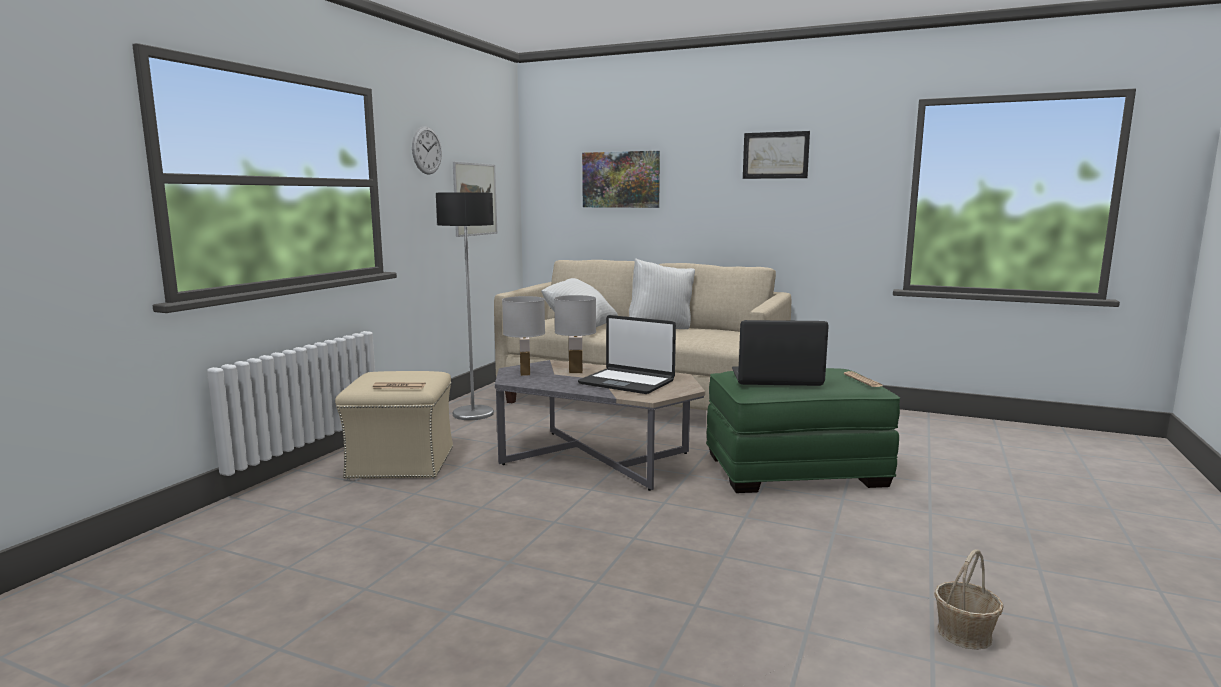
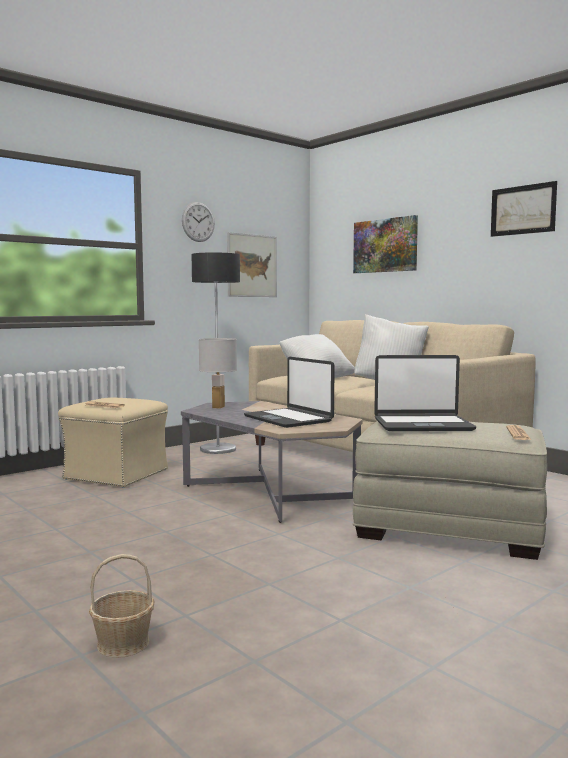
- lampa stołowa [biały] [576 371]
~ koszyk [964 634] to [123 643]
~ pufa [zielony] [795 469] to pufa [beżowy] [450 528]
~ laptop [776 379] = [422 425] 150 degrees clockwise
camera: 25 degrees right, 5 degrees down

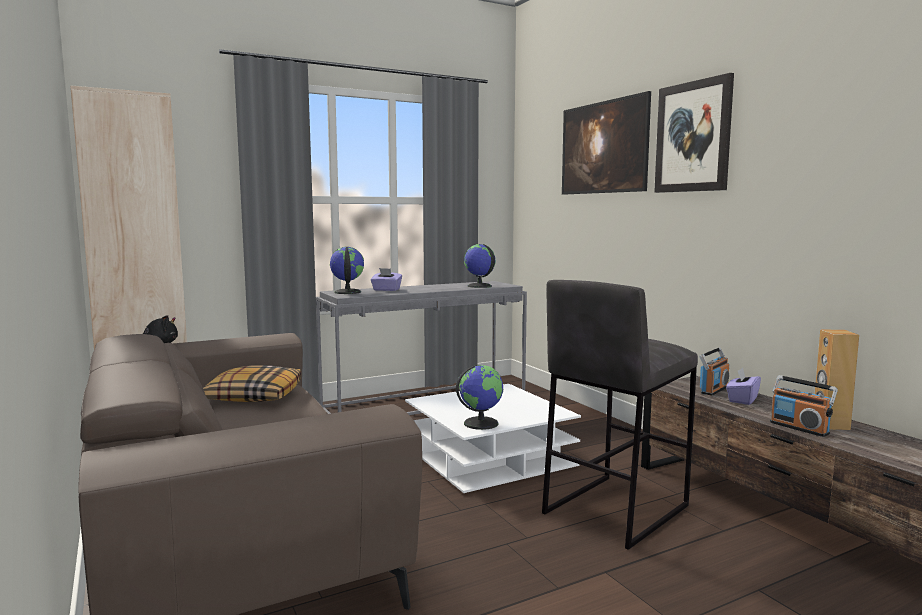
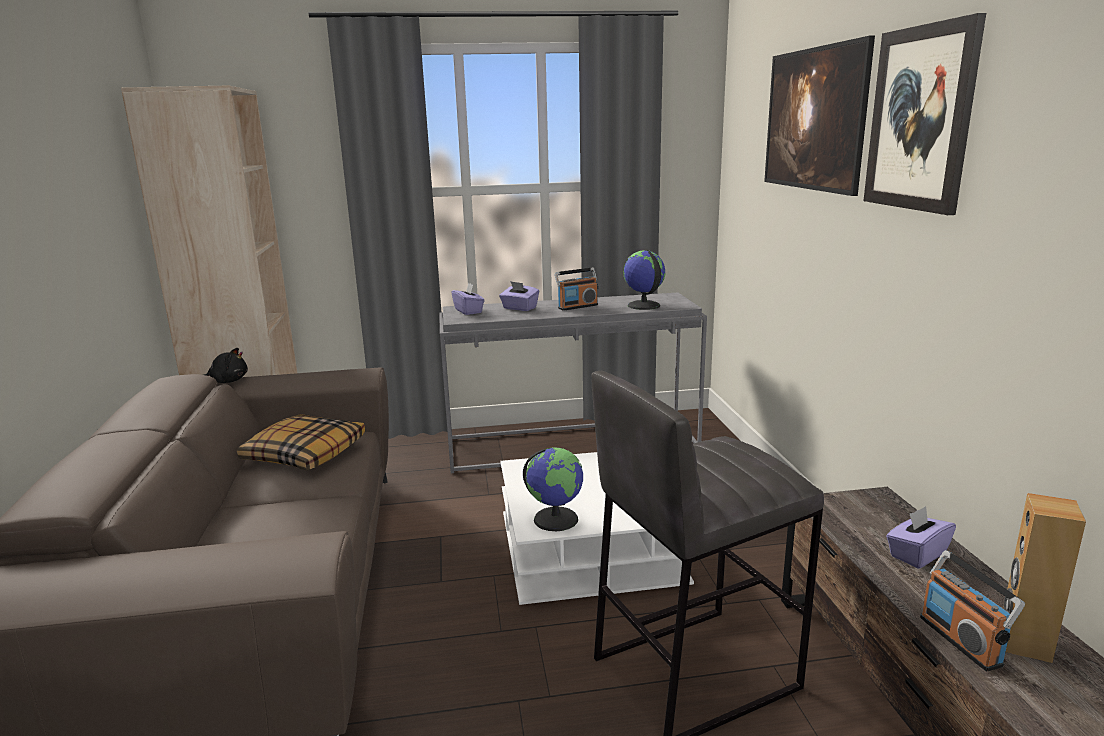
~ radio [713 390] to [577 306]
~ globus [347 292] to pudełko chusteczek [fioletowy] [469 311]
camera: 20 degrees right, 10 degrees up

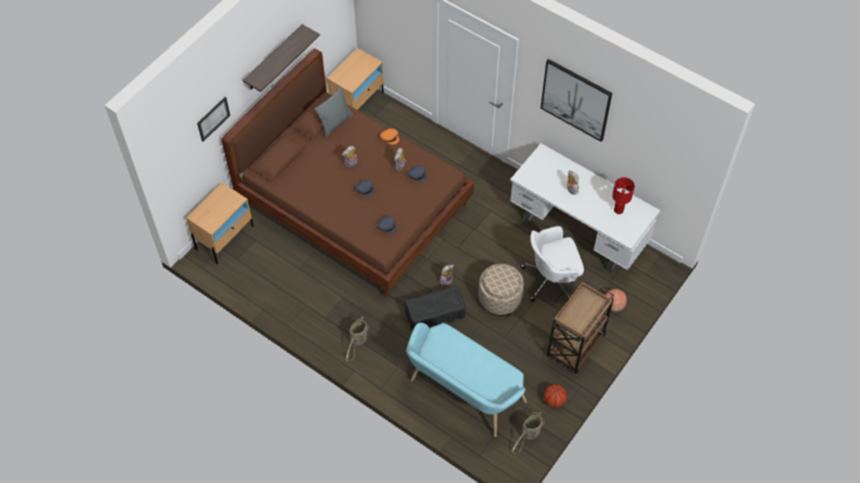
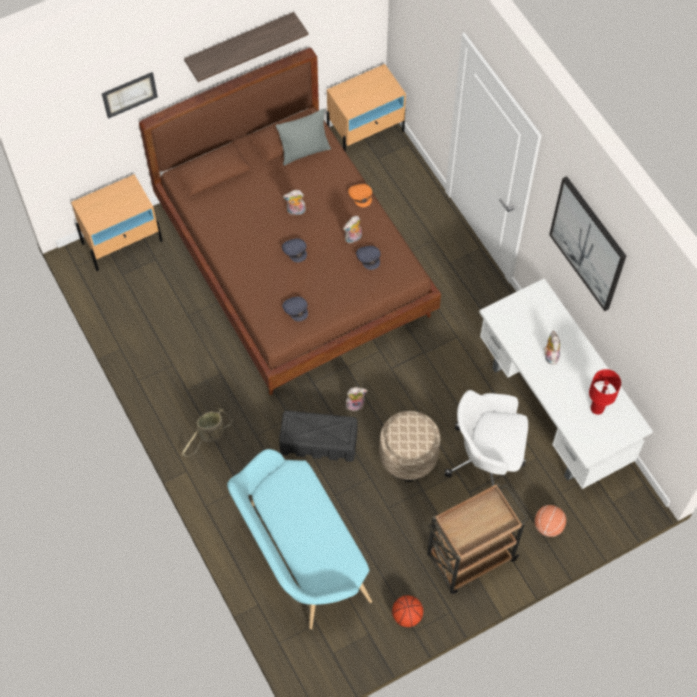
- koszyk [529 434]
camera: 25 degrees right, 5 degrees up

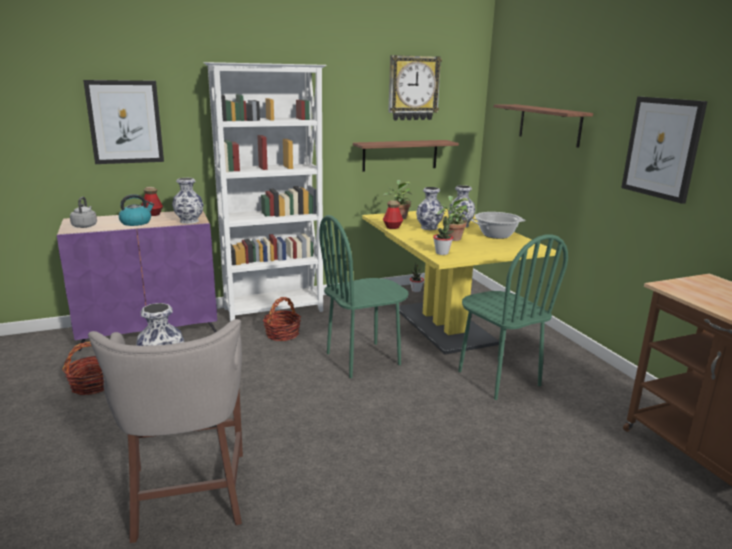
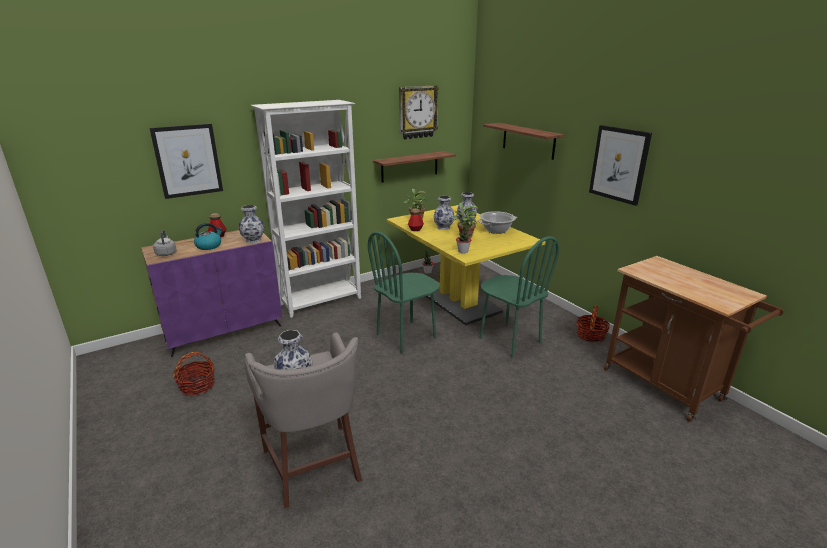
~ koszyk [282 334] to [590 335]
camera: 10 degrees left, 5 degrees up

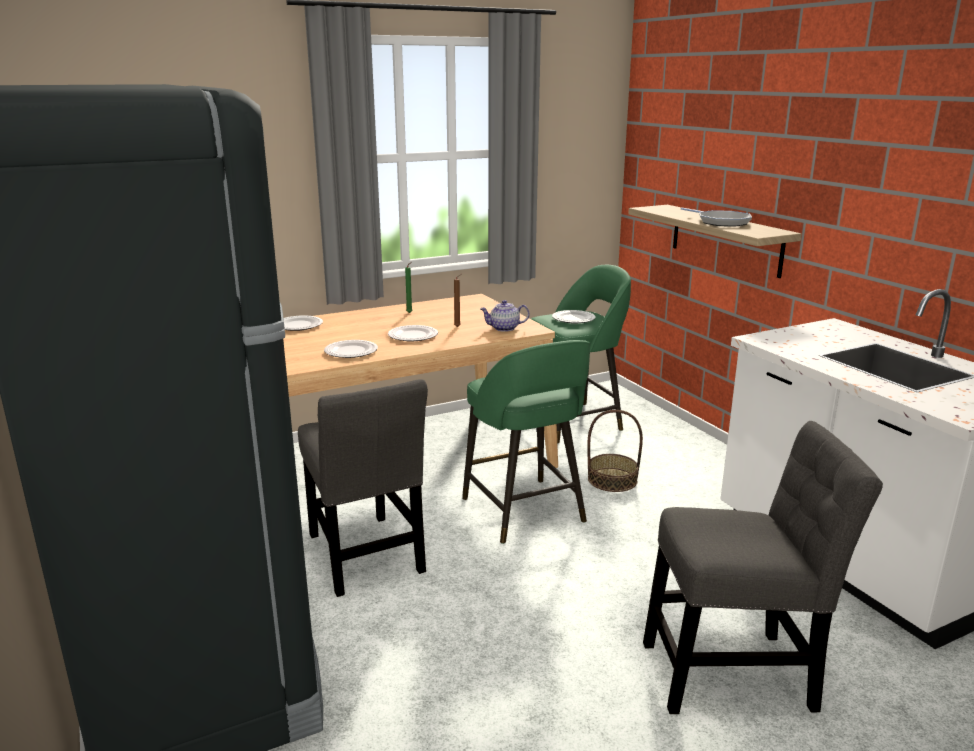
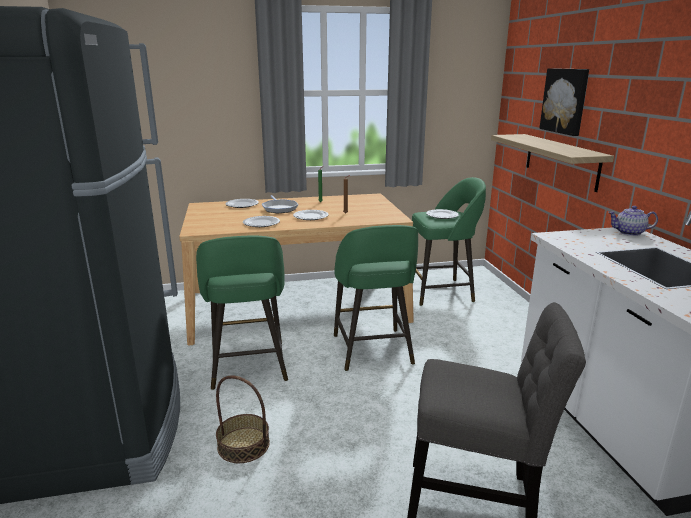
+ obraz [565 101]
~ imbryk [504 328] to [629 233]
~ koszyk [612 480] to [243 444]
~ patelnia [721 222] to [279 208]
~ krzesło [szary] [366 557] to stołek [zielony] [248 366]
camera: 15 degrees right, 0 degrees up

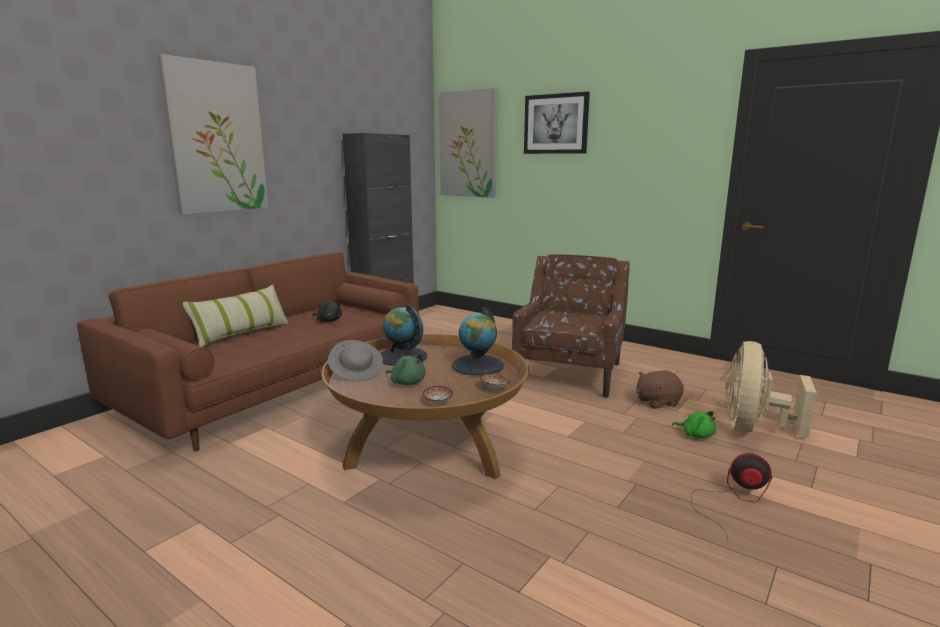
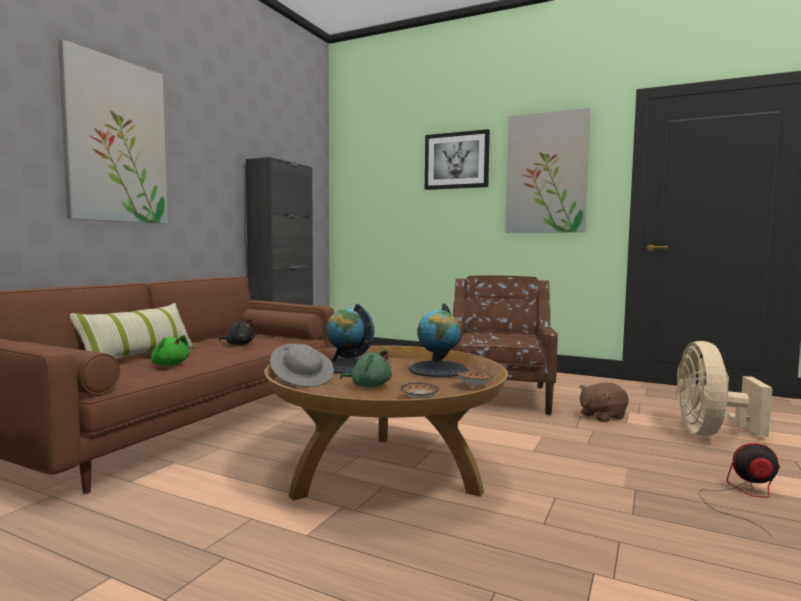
~ obraz [468 144] to [546 173]
~ pluszak [zielony] [696 435] to [169 365]
camera: 10 degrees left, 10 degrees down

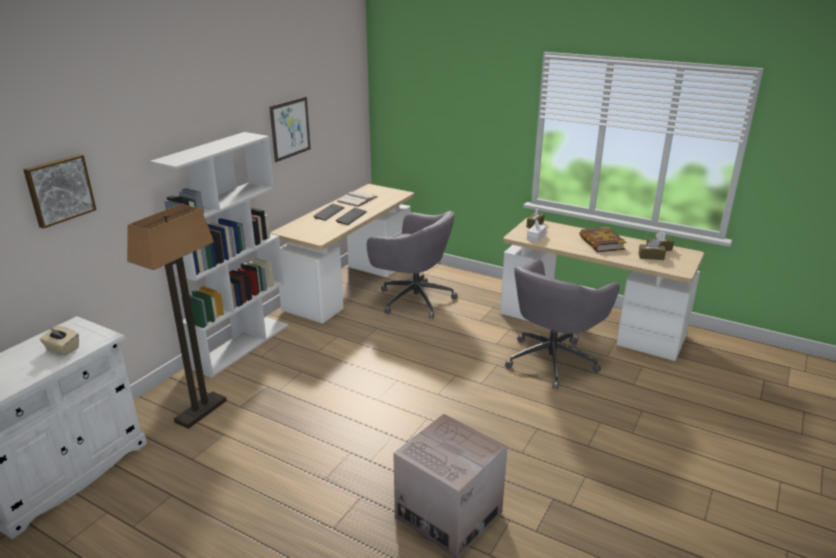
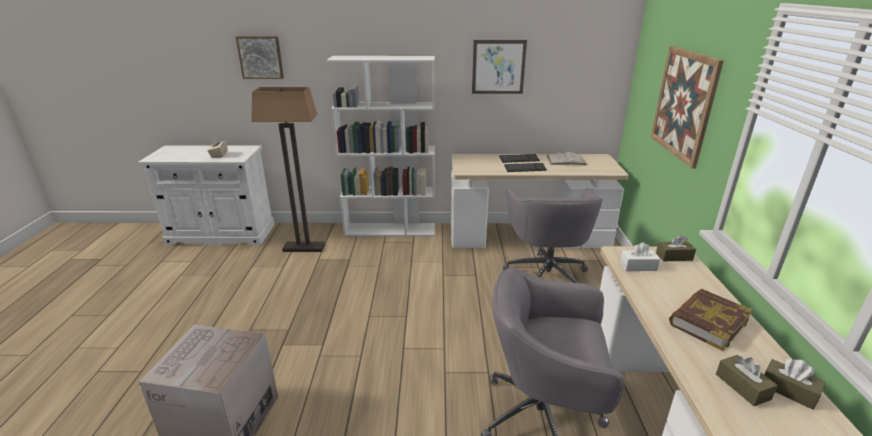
+ obraz [684 104]
camera: 60 degrees right, 0 degrees up

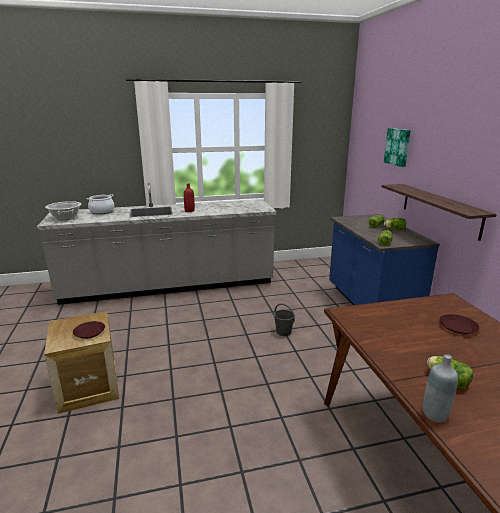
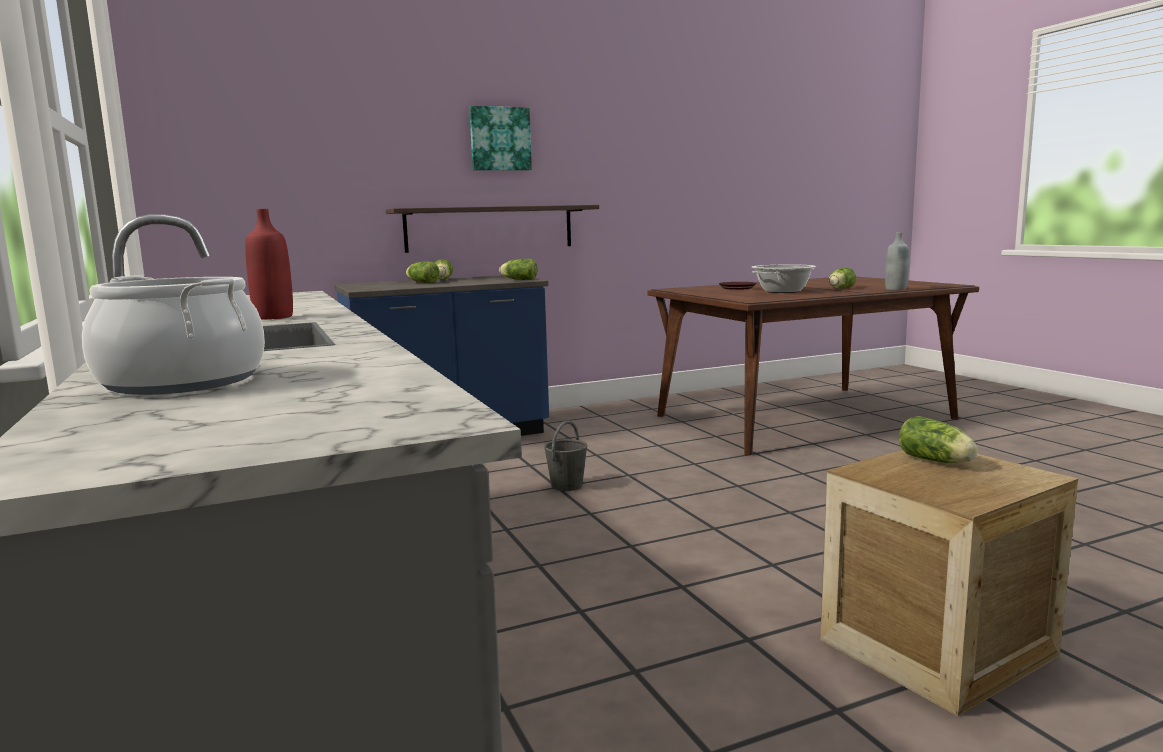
~ garnek [65 218] to [782 291]
~ obraz [398 147] to [500 139]
~ talerz [brązowy] [89 332] to sałata [937 461]
camera: 100 degrees left, 10 degrees down

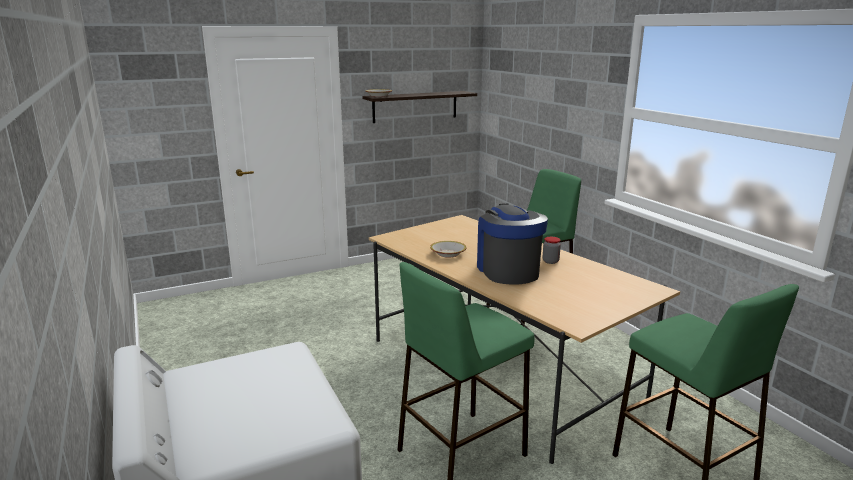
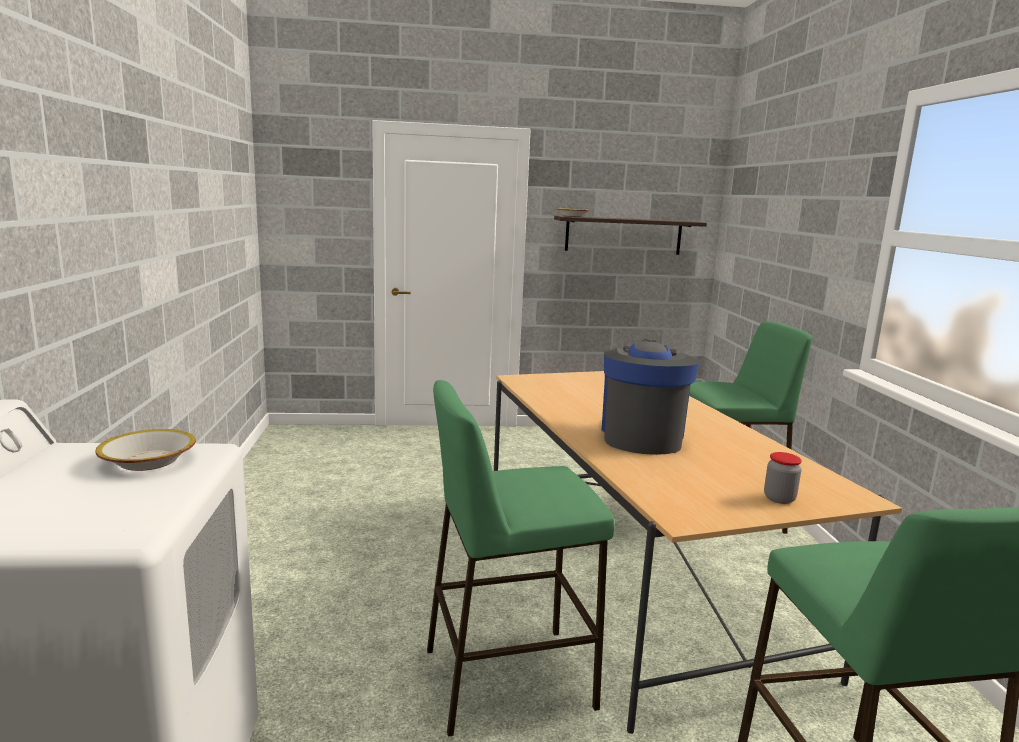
~ miska [448 254] to [149 461]
~ słoik [550 261] to [779 498]
camera: 20 degrees right, 5 degrees down

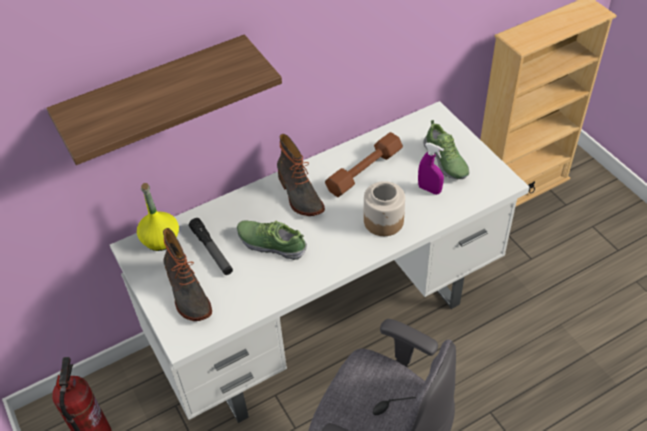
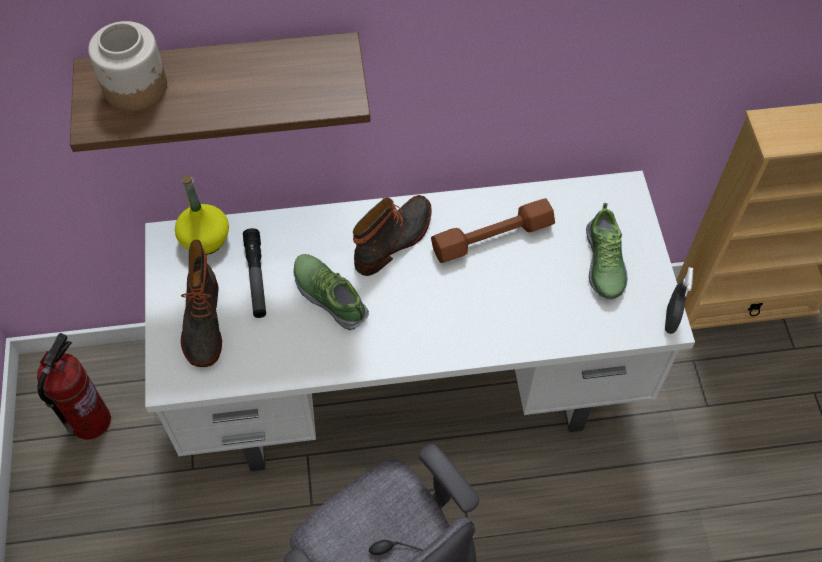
- spryskiwacz [fioletowy] [429 189]
+ spryskiwacz [szary] [670 320]
~ słoik [384 221] to [136 87]
~ but z cholewką [299 194] = [394 240] 135 degrees counterclockwise
camera: 20 degrees right, 10 degrees up

